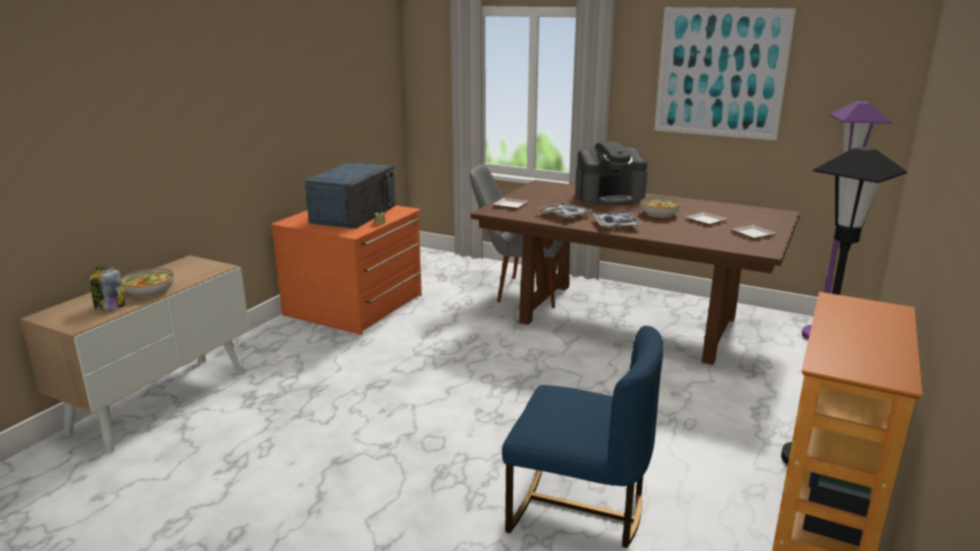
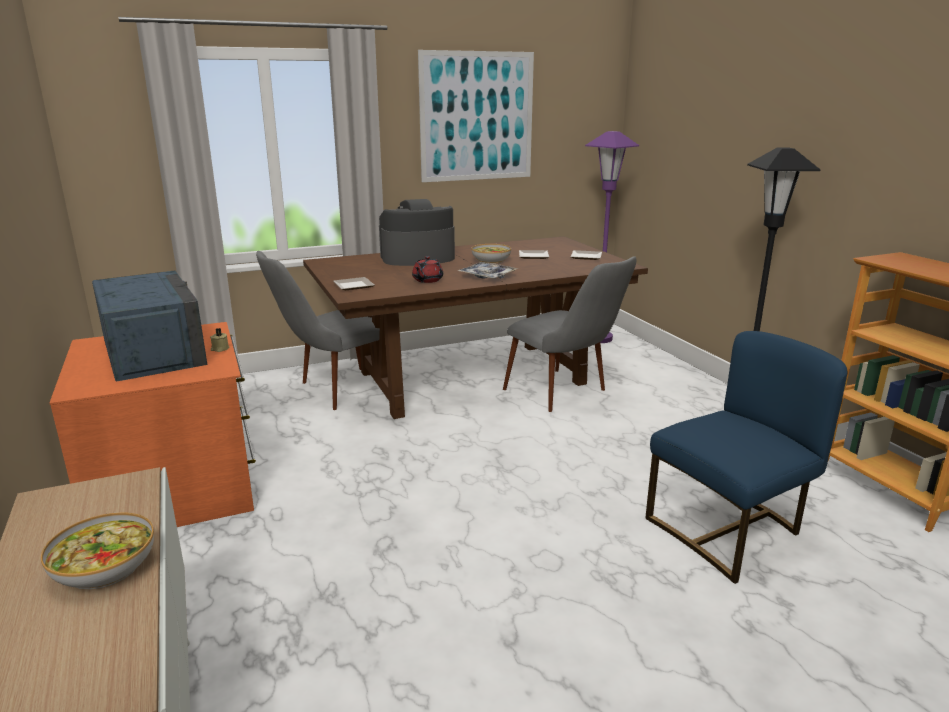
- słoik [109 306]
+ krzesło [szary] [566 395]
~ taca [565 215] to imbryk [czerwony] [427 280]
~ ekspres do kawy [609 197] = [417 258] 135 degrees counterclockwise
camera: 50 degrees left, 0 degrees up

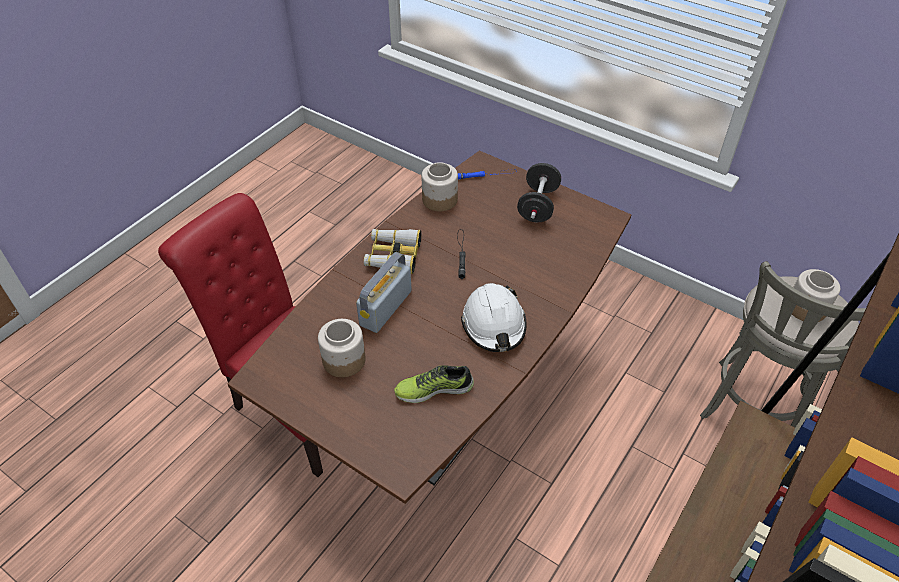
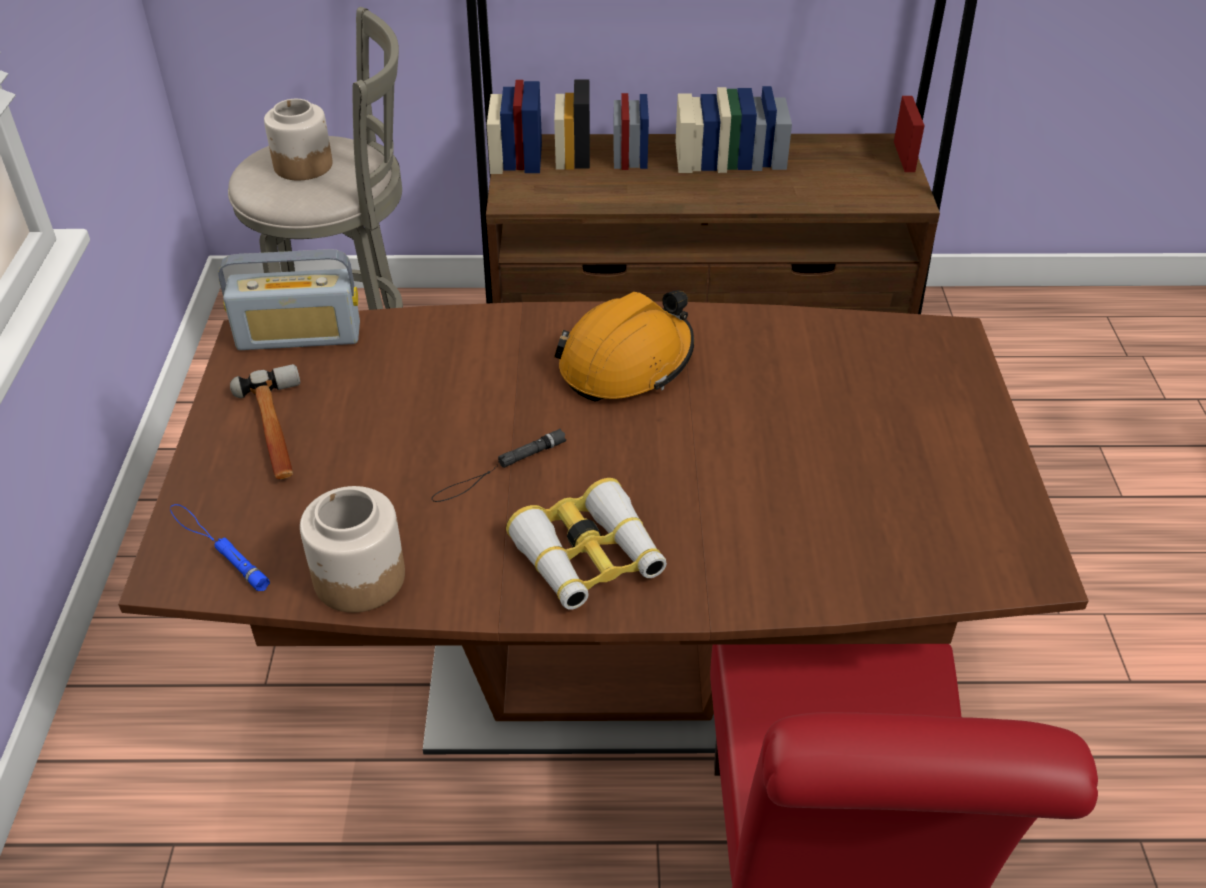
- słoik [343 360]
- but [434 388]
~ radio [385 308] to [299 336]
~ hantel [czarny] [538 205] to młotek [277 431]
~ kask [biały] [494 325] to kask [pomarańczowy] [627 363]
camera: 125 degrees left, 5 degrees down

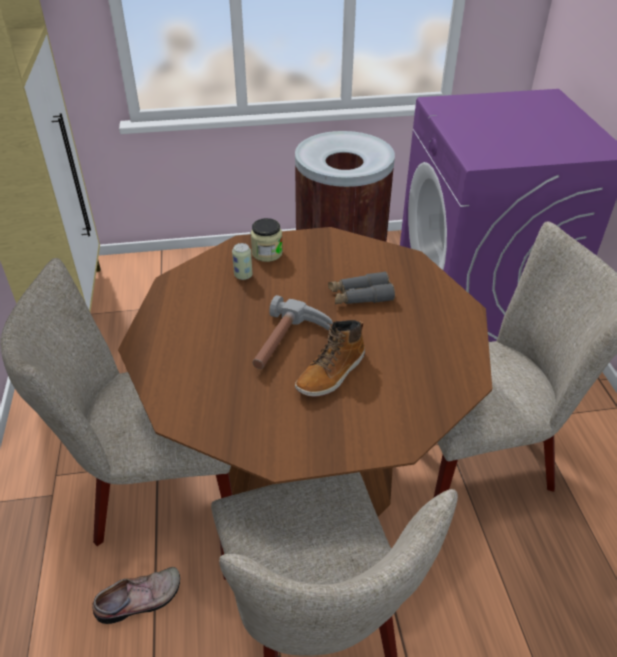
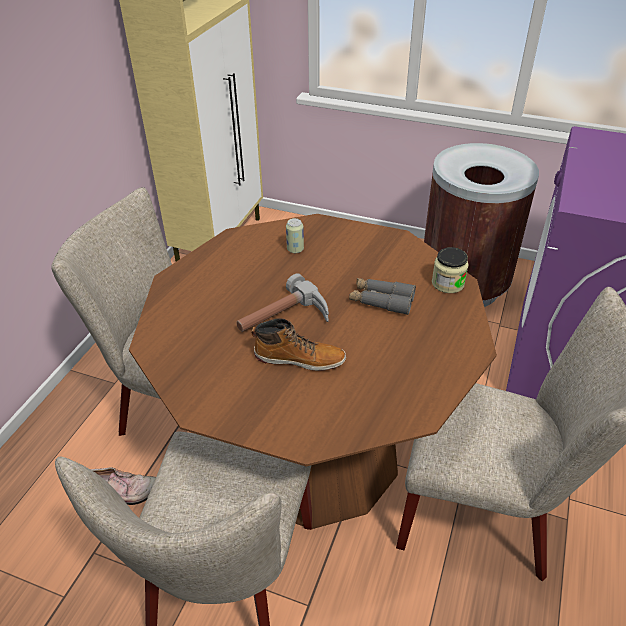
~ słoik [267 253] to [448 283]
~ but z cholewką [332 373] = [299 358] 150 degrees counterclockwise
camera: 30 degrees right, 0 degrees up

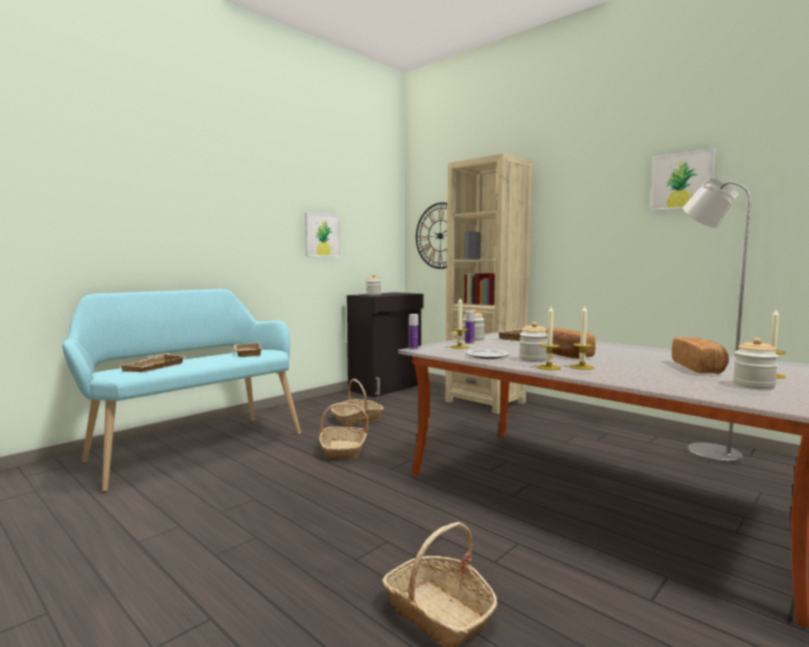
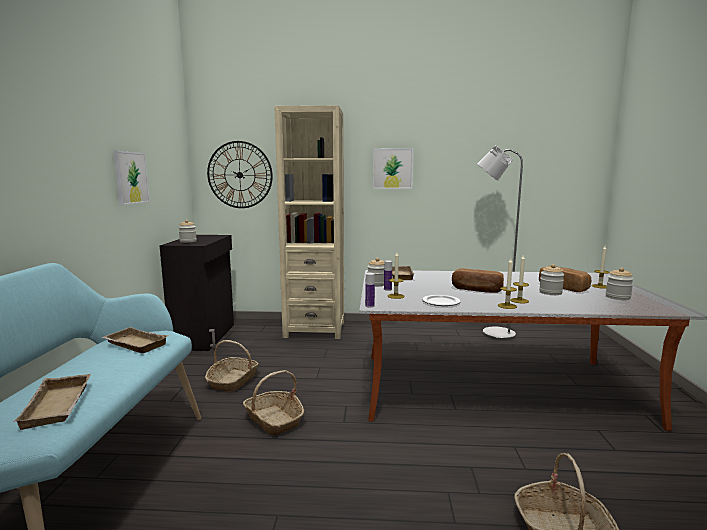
~ słoik [533 359] to [550 292]
~ obraz [682 181] to [392 169]
camera: 40 degrees left, 5 degrees up

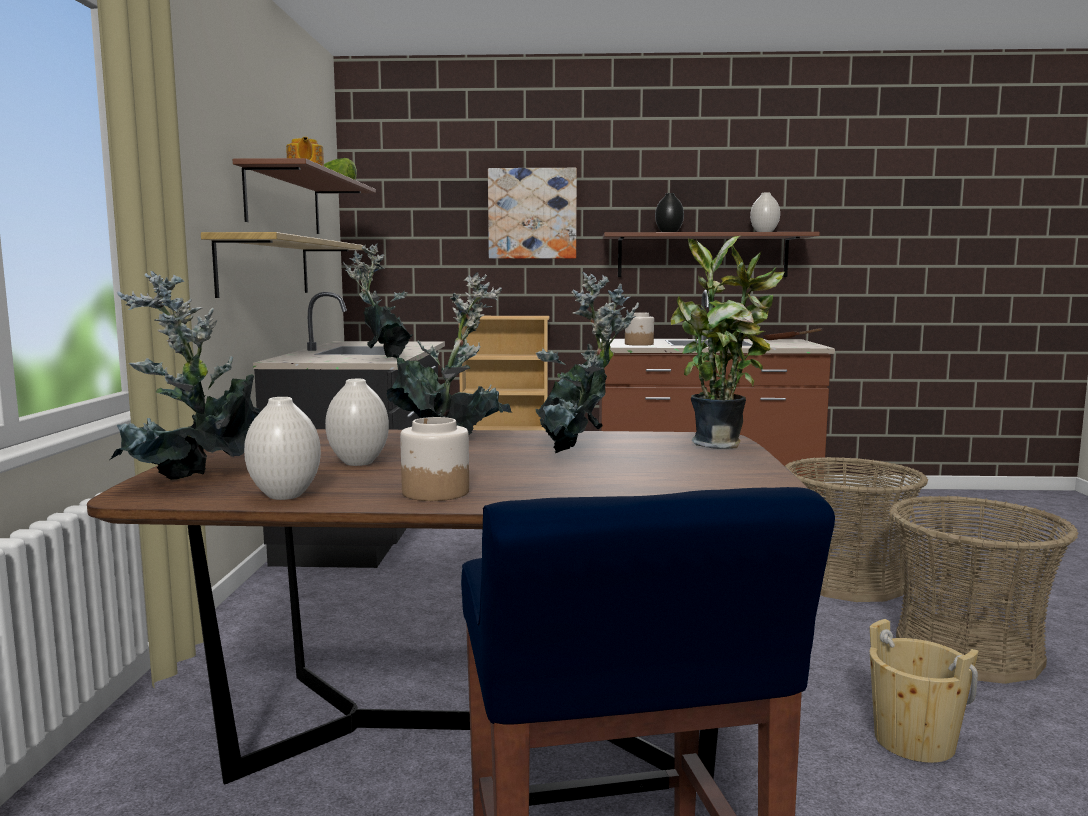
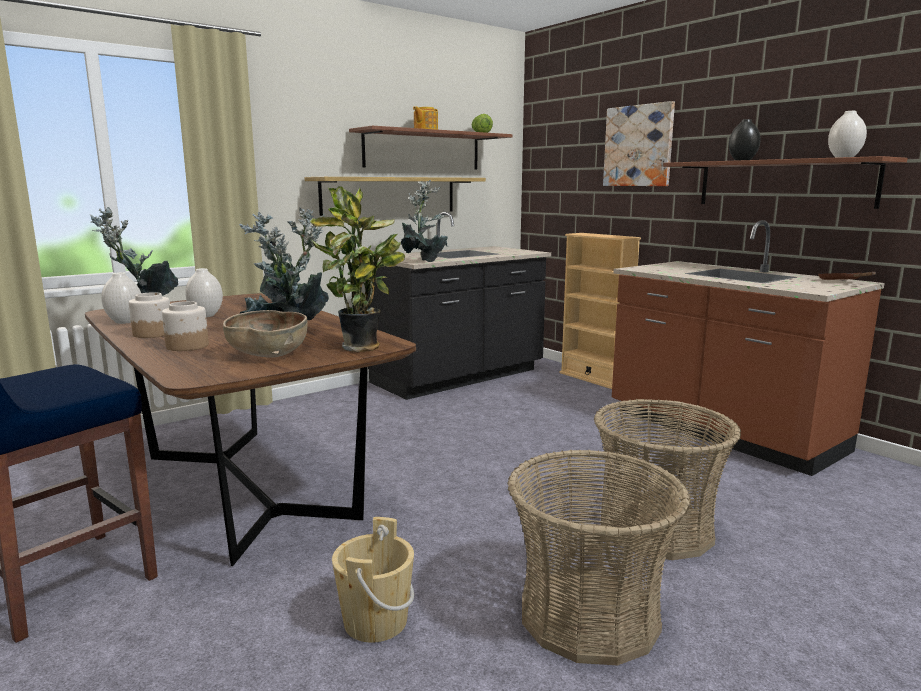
+ miska [brązowy] [269 354]
~ słoik [639 344] to [187 346]
camera: 50 degrees right, 5 degrees up

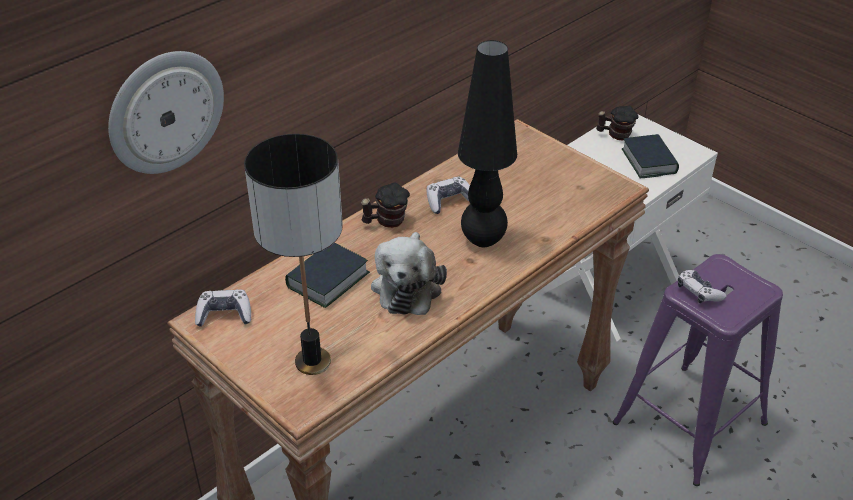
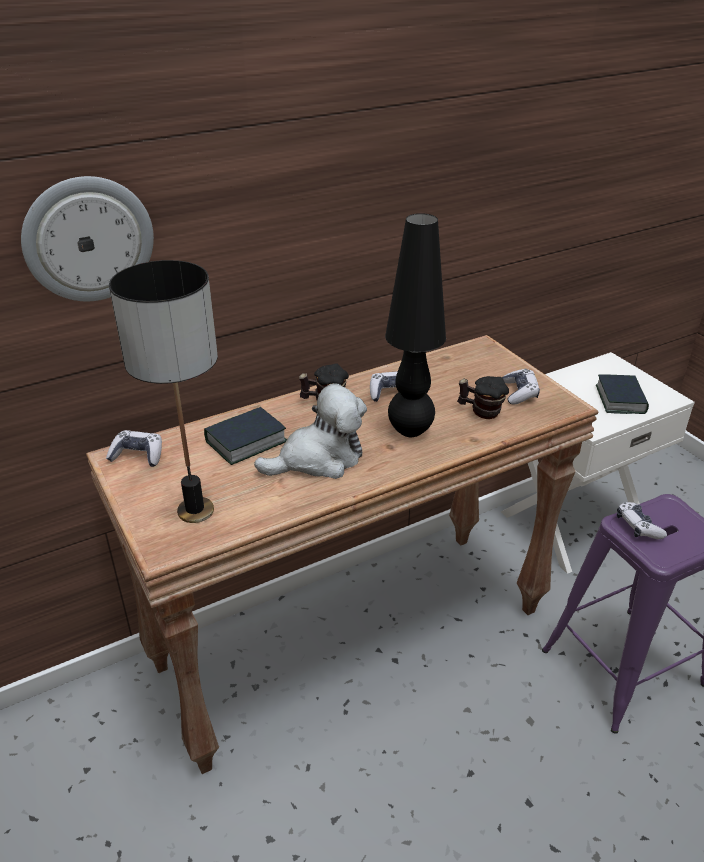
+ pad do gier [519 393]
~ kubek [615 135] to [481 412]
~ pluszak [408 286] = [319 459] 135 degrees counterclockwise
camera: 15 degrees right, 5 degrees down

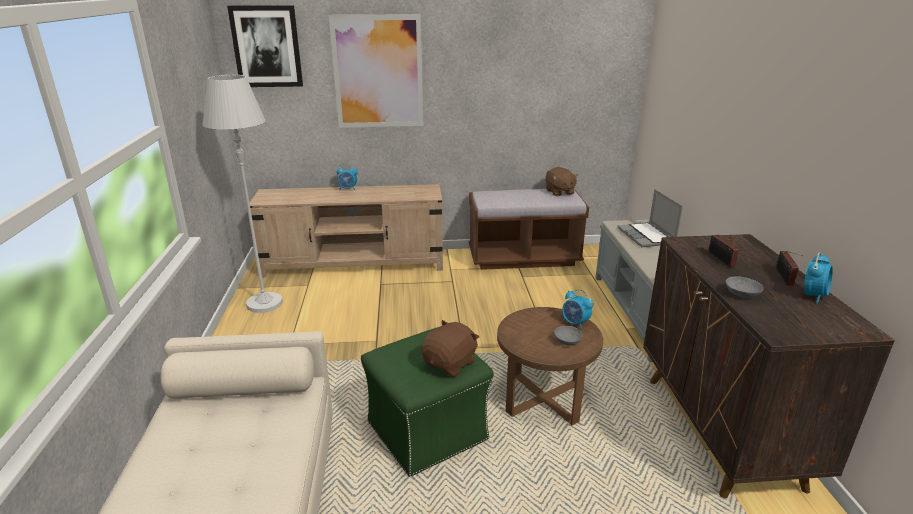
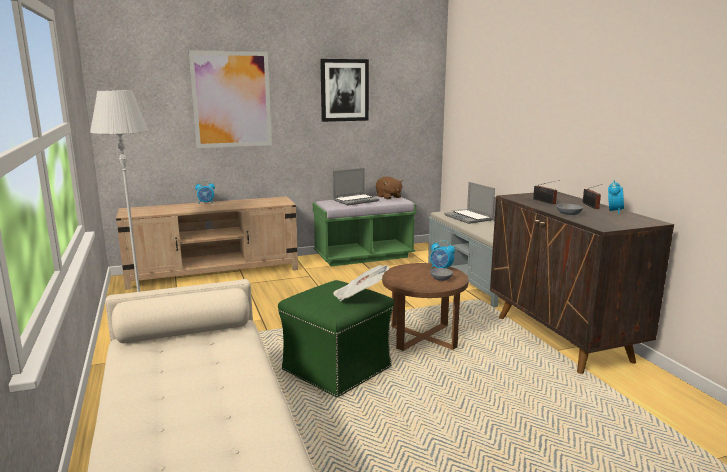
+ laptop [356 200]
~ obraz [267 47] to [344 90]
~ pluszak [brązowy] [450 363] to gazeta [359 296]
~ ławka [brązowy] [523 258] to ławka [zielony] [363 256]
camera: 15 degrees left, 10 degrees down

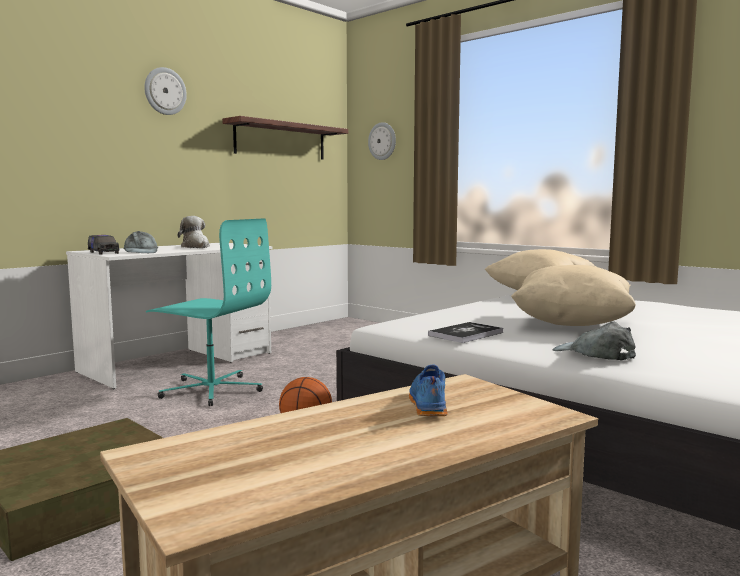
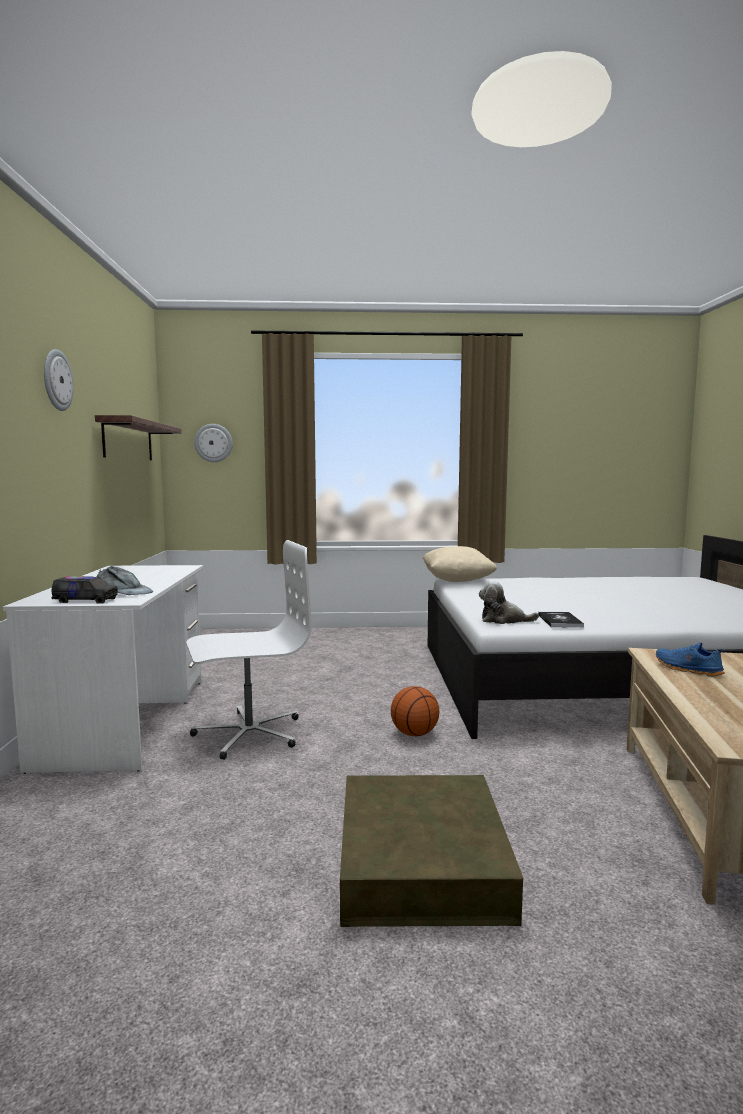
- poduszka [beżowy] [572 324]
- czapka z daszkiem [szary] [593 354]
~ pluszak [196 247] to [503 620]
~ krzesło biurowe [turkusowy] [211 390] to krzesło biurowe [biały] [248 733]
camera: 45 degrees left, 0 degrees up

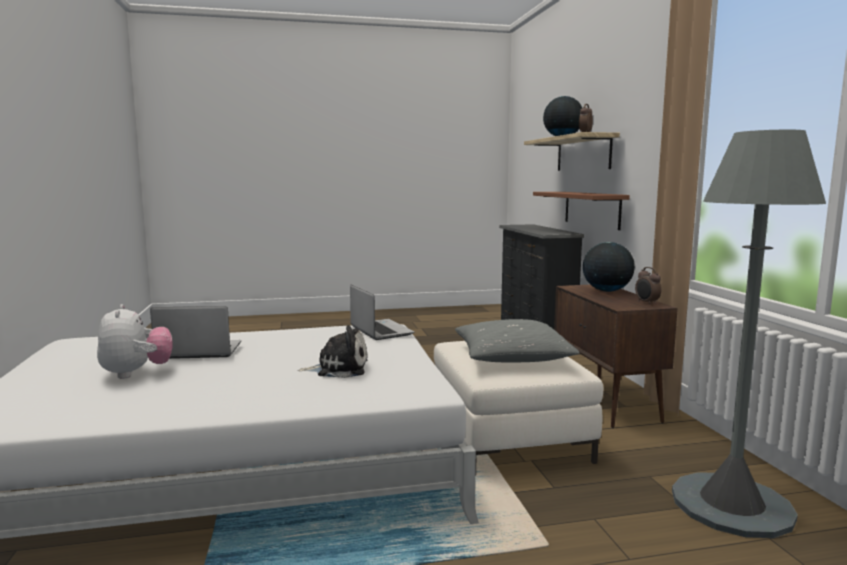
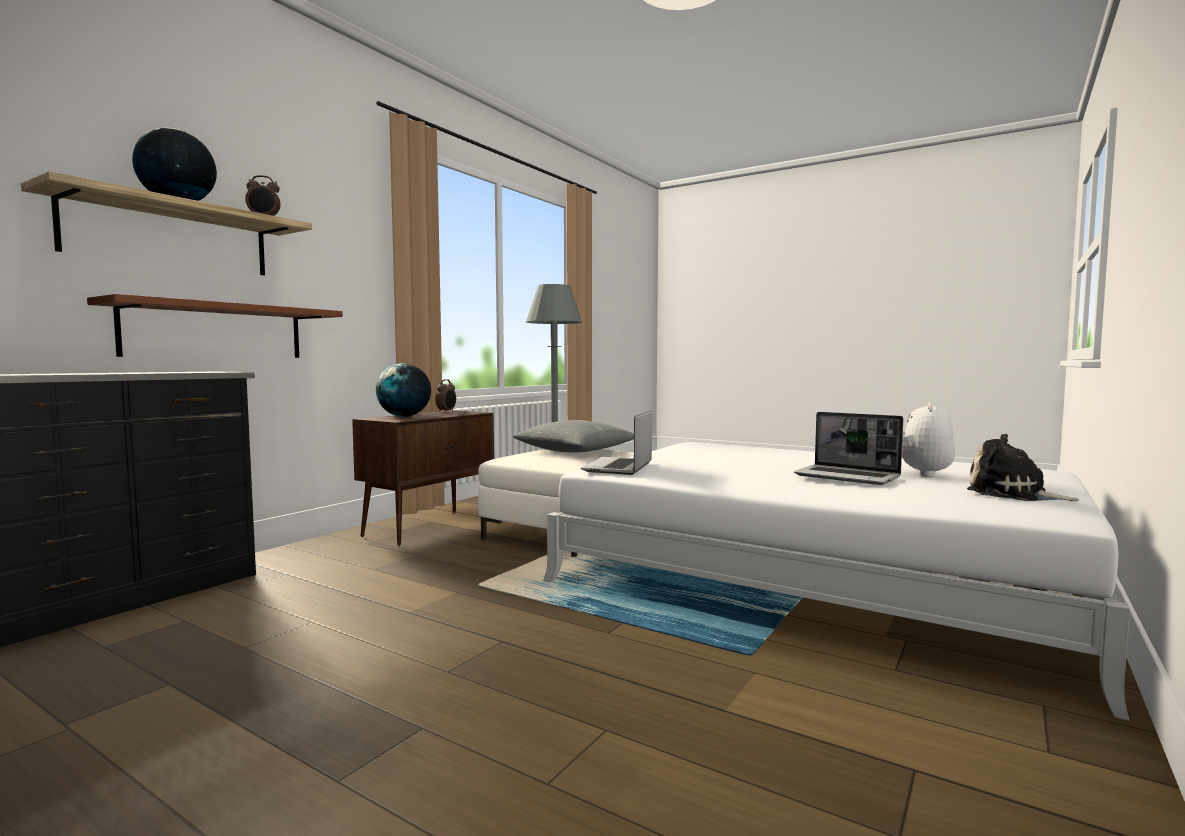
~ pluszak [339 369] to [1012 494]
camera: 135 degrees left, 5 degrees down

